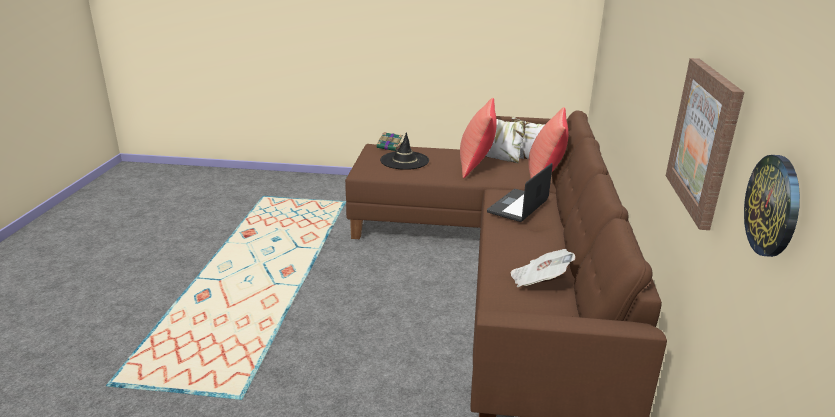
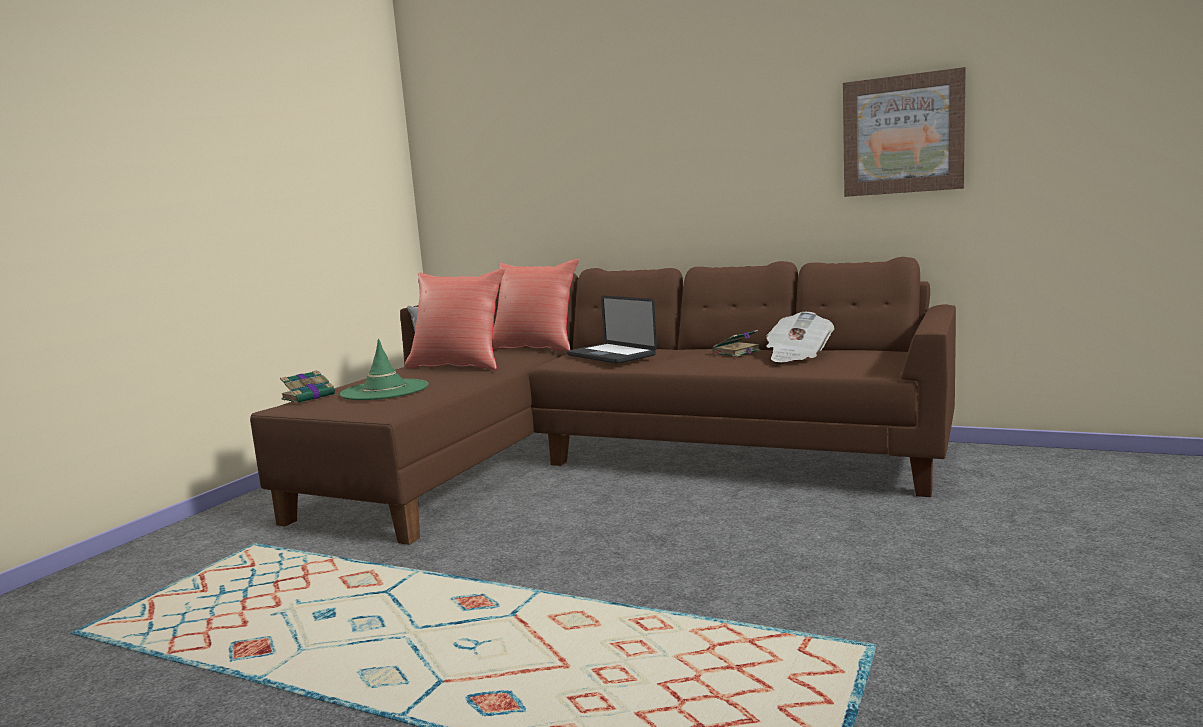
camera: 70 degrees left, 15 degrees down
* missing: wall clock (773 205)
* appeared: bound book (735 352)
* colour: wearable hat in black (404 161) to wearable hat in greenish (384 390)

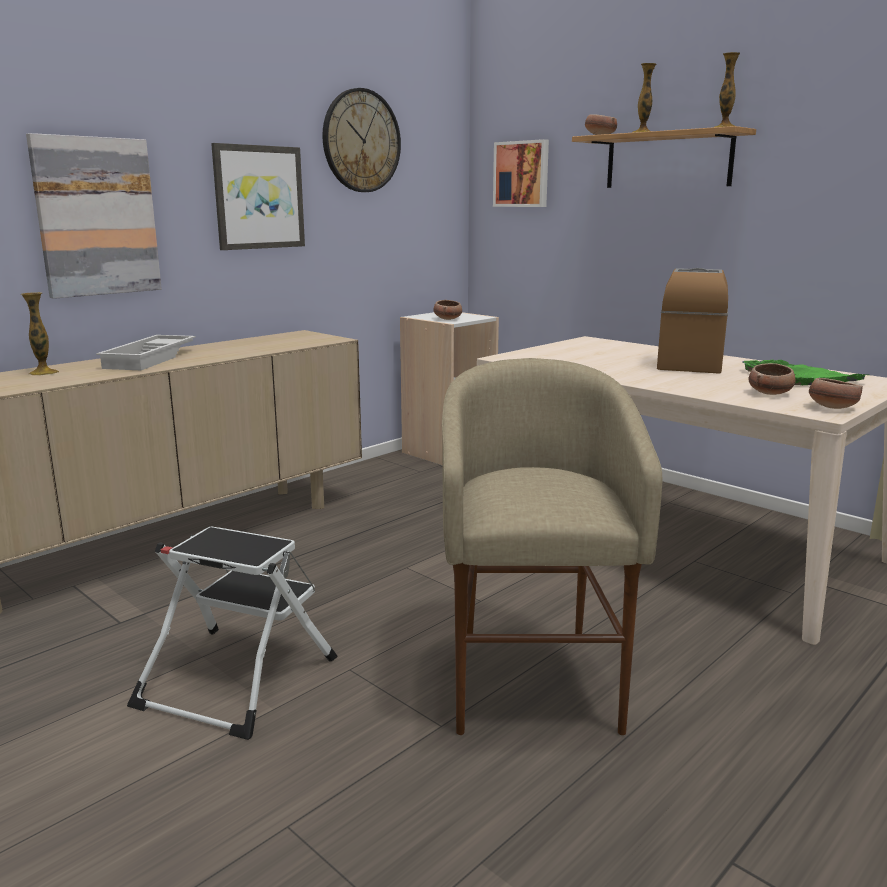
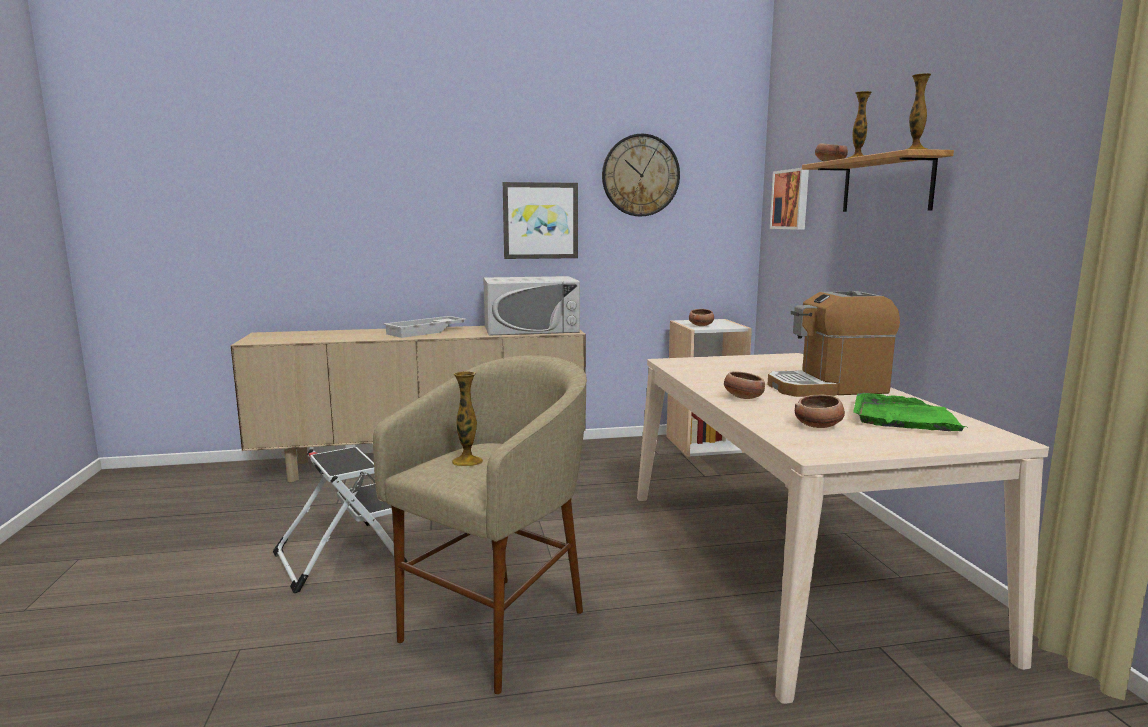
camera: 35 degrees right, 5 degrees down
* missing: wall art (96 217)
* appeared: kitchen microwave in white (531 329)
* relocated: vase (44 373) to (467 461)
* relocated: deep dish (831 407) to (743 397)
* spun: coffee maker (689 362) = (827 387) 150 degrees counterclockwise

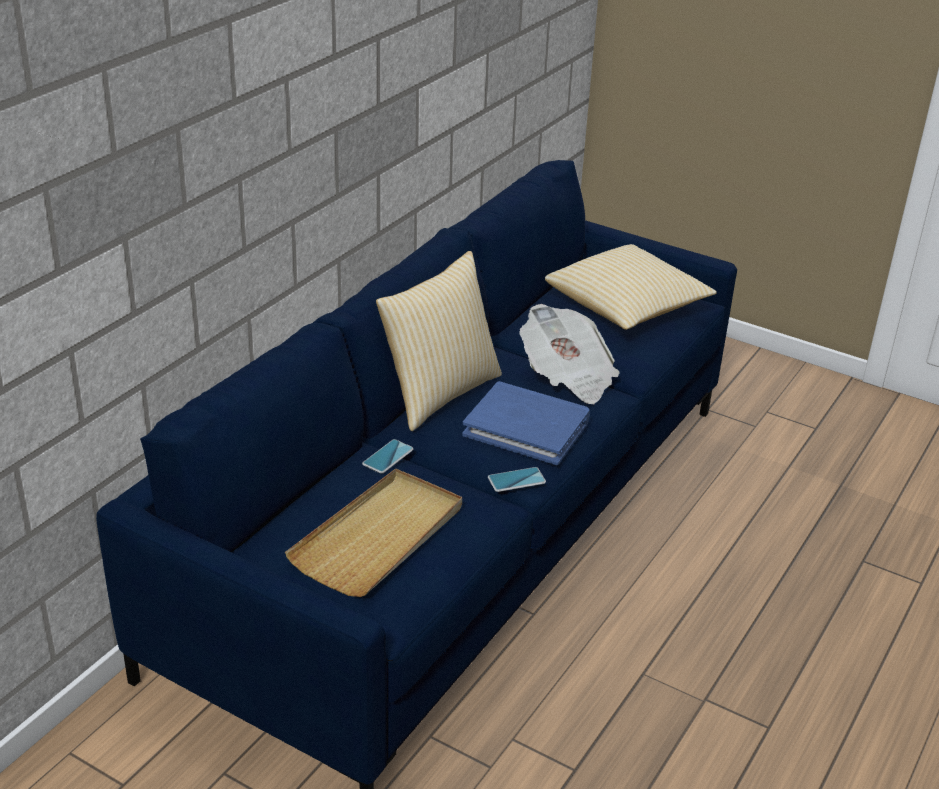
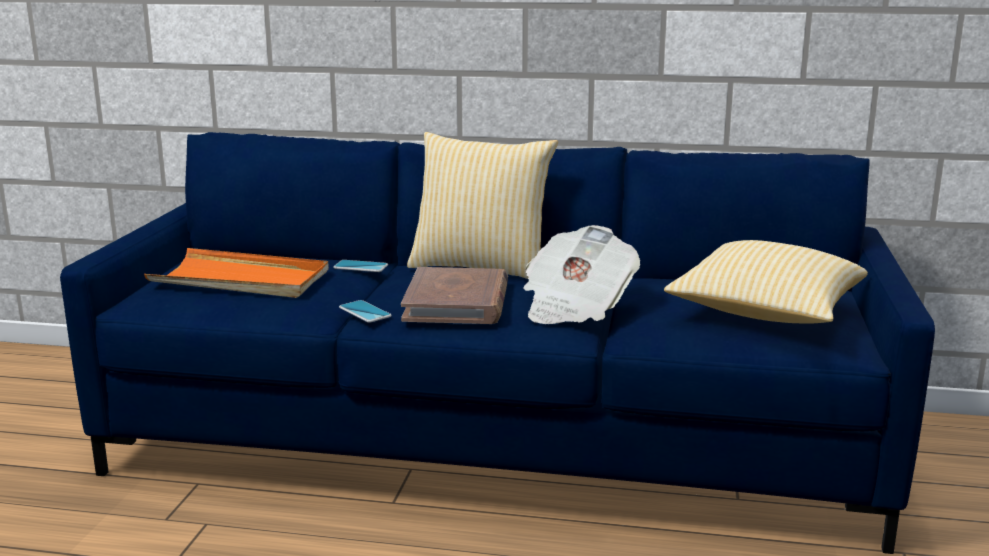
camera: 70 degrees right, 15 degrees down
* colour: carrying tray in beige (379 537) to carrying tray in orangey (241 280)
* colour: bound book in bluish (527 427) to bound book in brownish (457 302)

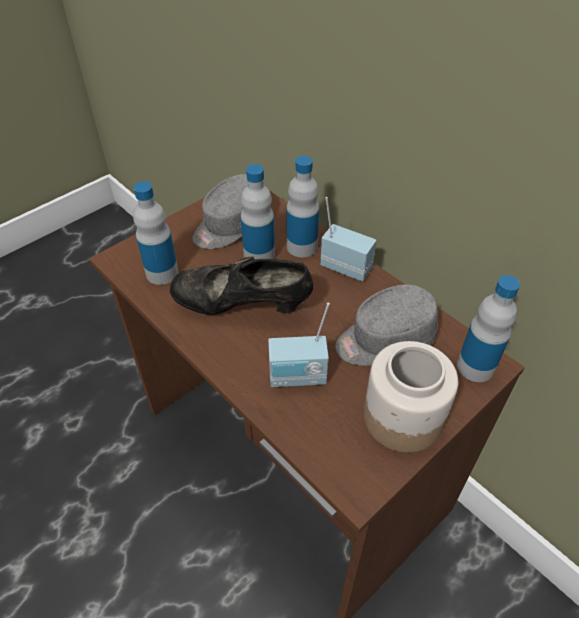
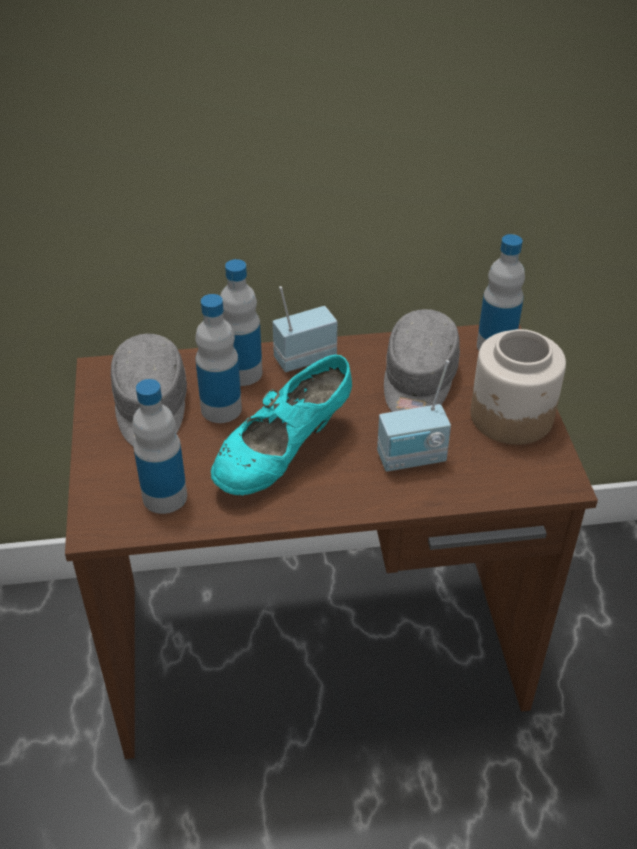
camera: 55 degrees left, 5 degrees down
* colour: low shoe in black (242 307) to low shoe in turquoise (283 456)
* spun: radio (298 378) = (412 460) 45 degrees clockwise

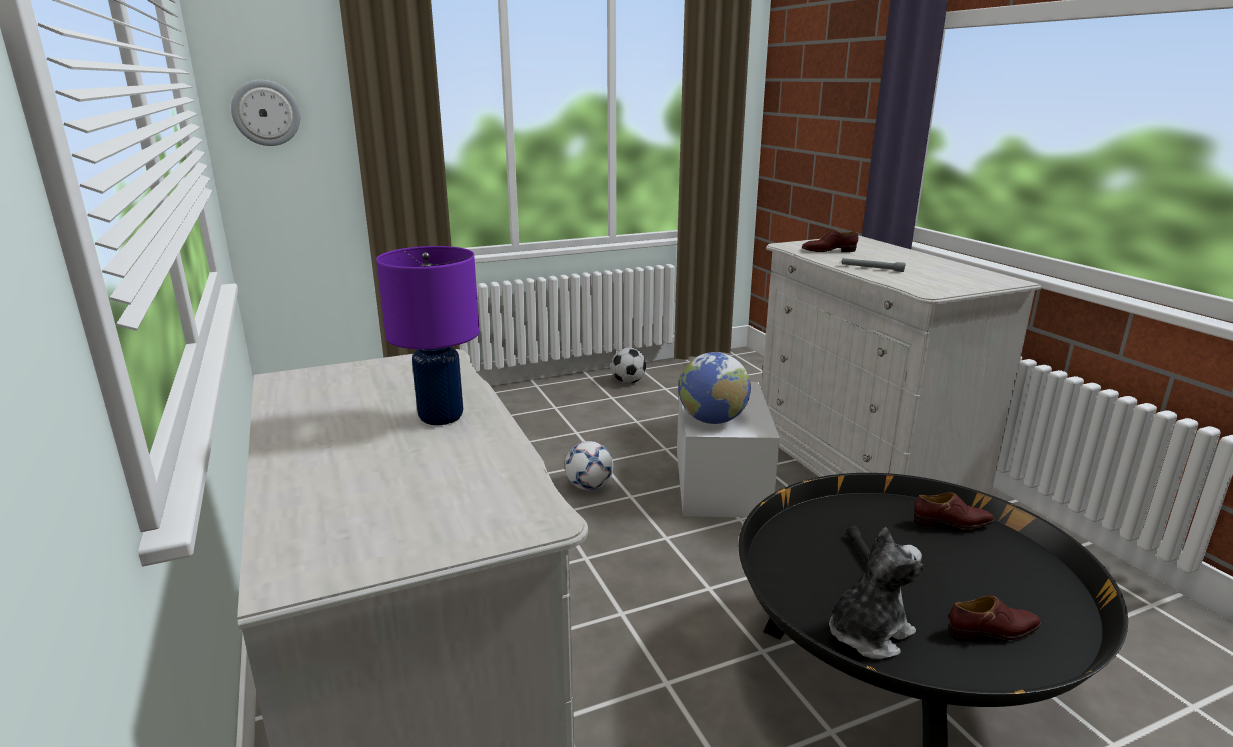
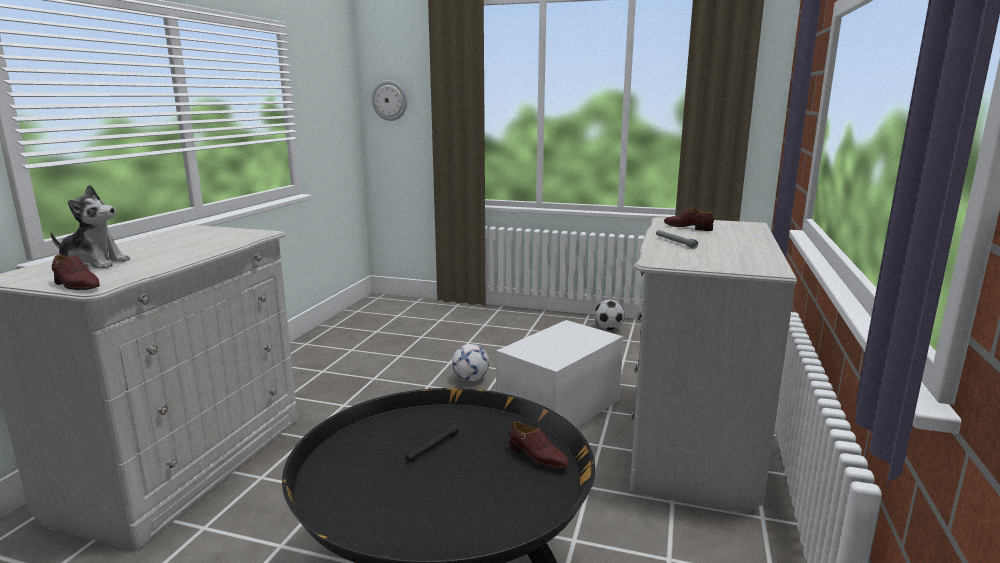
camera: 40 degrees right, 5 degrees down
* missing: table lamp in purple-coloured (438 418)
* missing: world globe (712 420)
* relocated: cuddly toy (867 633) to (93 263)
* relocated: low shoe in brownish (993 632) to (76 286)

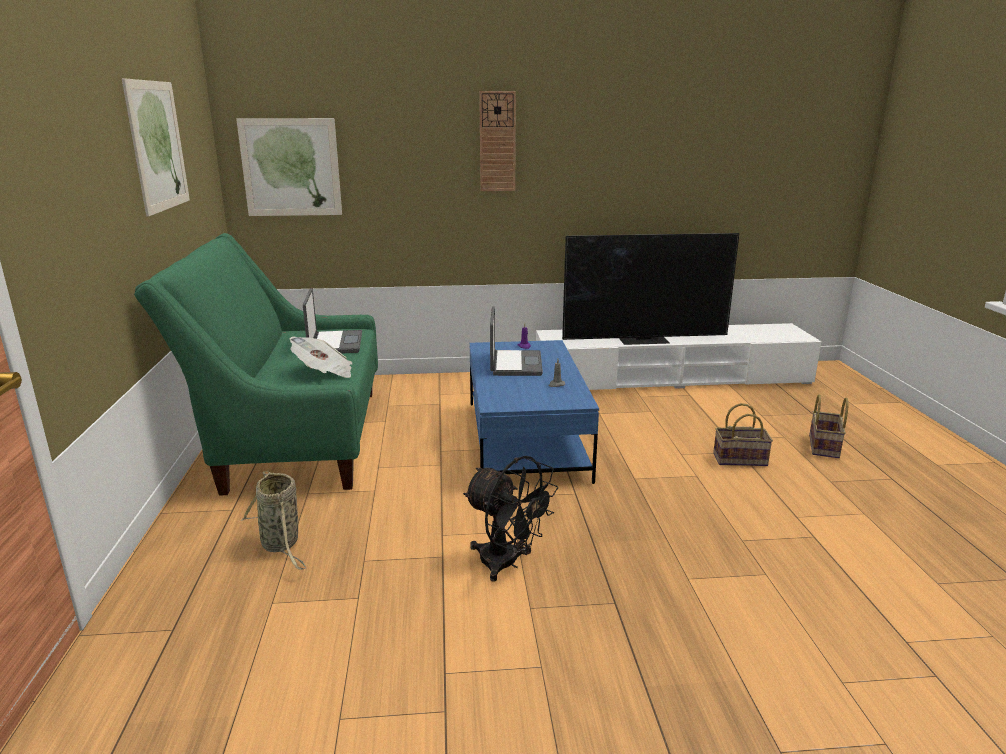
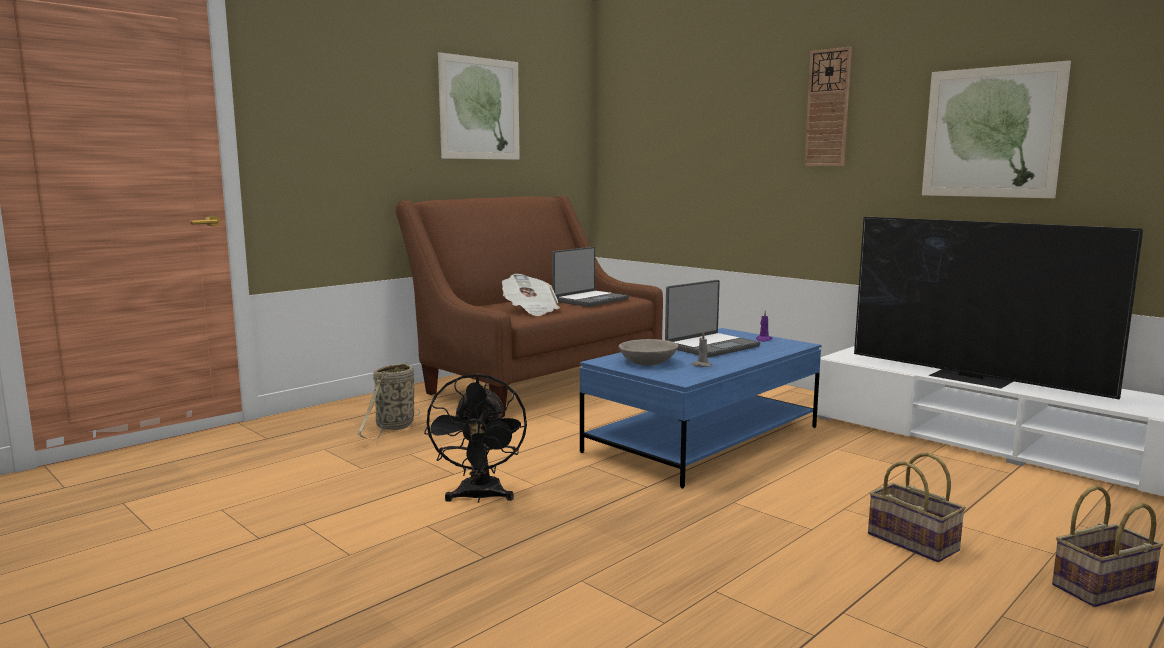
camera: 50 degrees right, 10 degrees down
* appeared: deep dish in greyish (648 362)
* relocated: wall art (291 167) to (991 132)
* colour: settee in greenish (292 438) to settee in brownish (536 381)

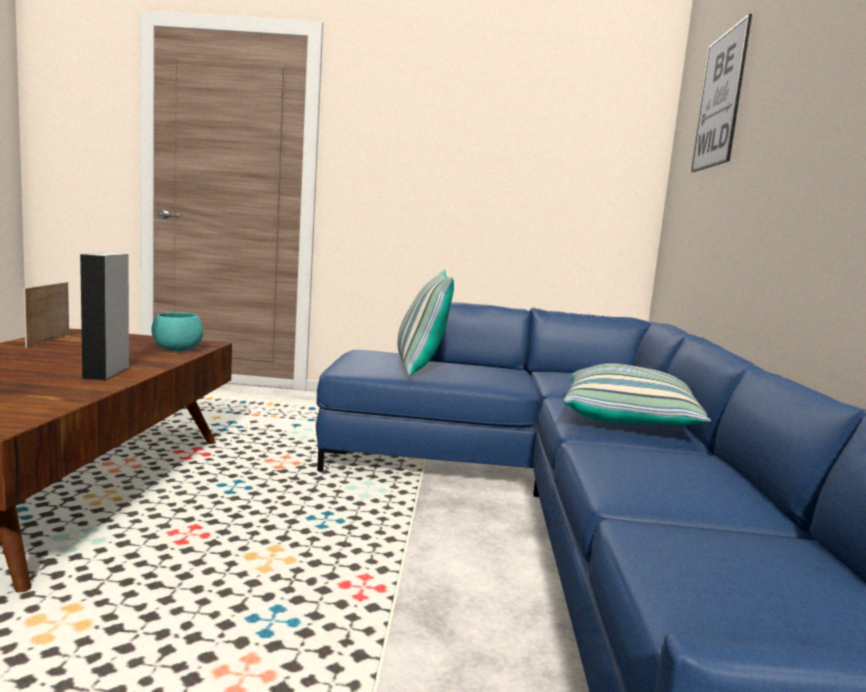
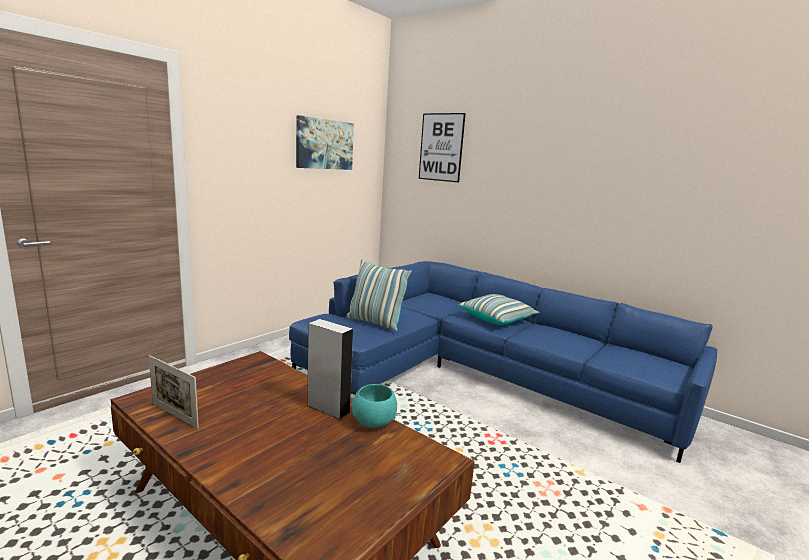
camera: 55 degrees left, 5 degrees up
* appeared: wall art (324 144)
* relocated: deep dish in turquoise (177 350) to (373 423)

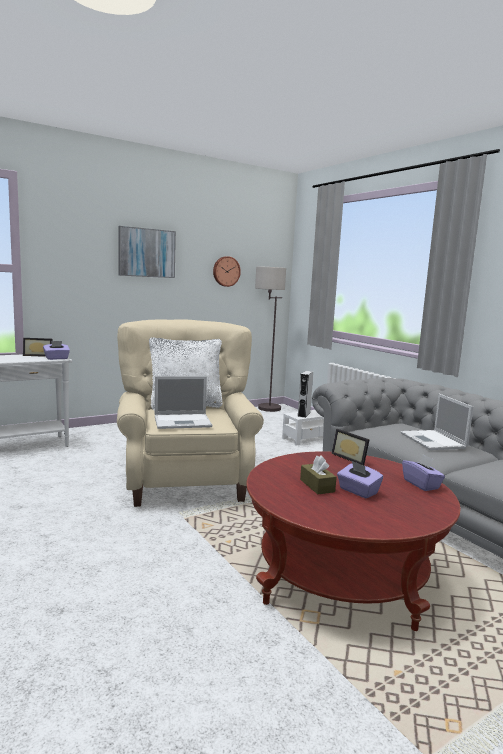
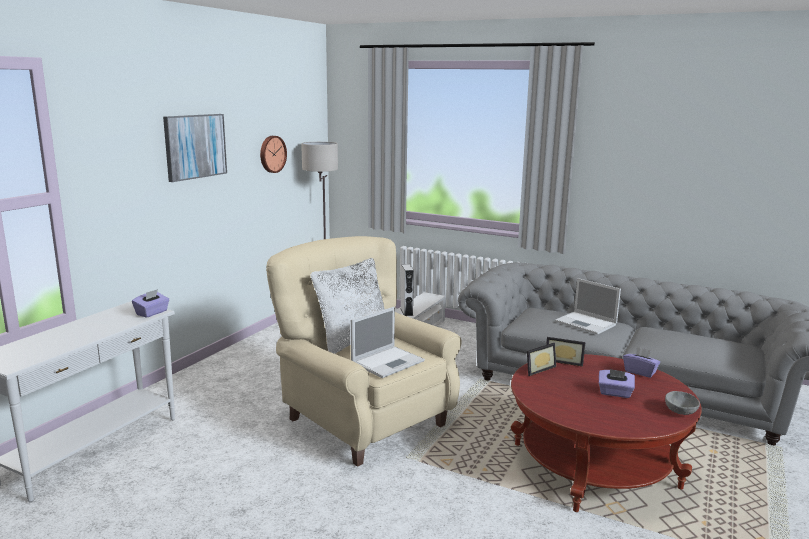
camera: 30 degrees left, 5 degrees up
* missing: box of tissues in brownish (317 486)
* appeared: deep dish in greyish (681 411)
* relocated: standing frame (38 355) to (537 369)

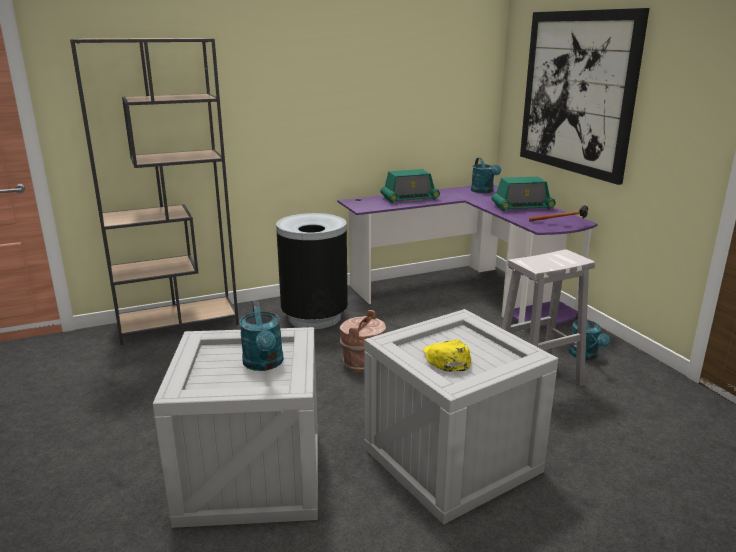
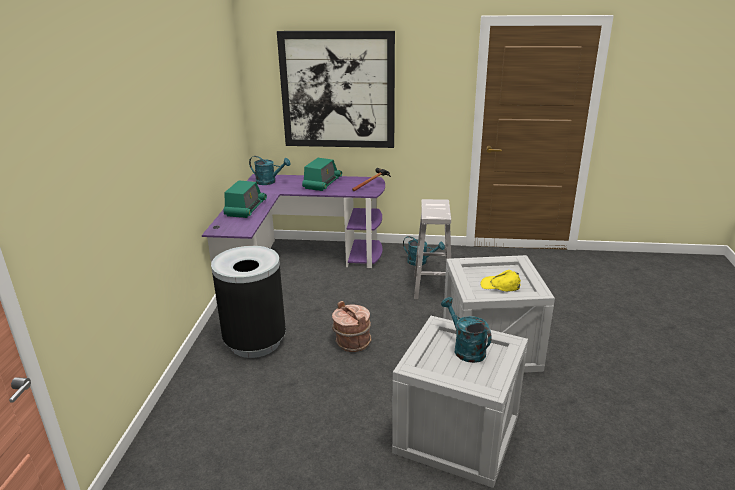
camera: 60 degrees left, 5 degrees up
* missing: bookshelf (179 323)
* spun: sprinkling can in turquoise (264 364) = (465 349) 135 degrees counterclockwise

